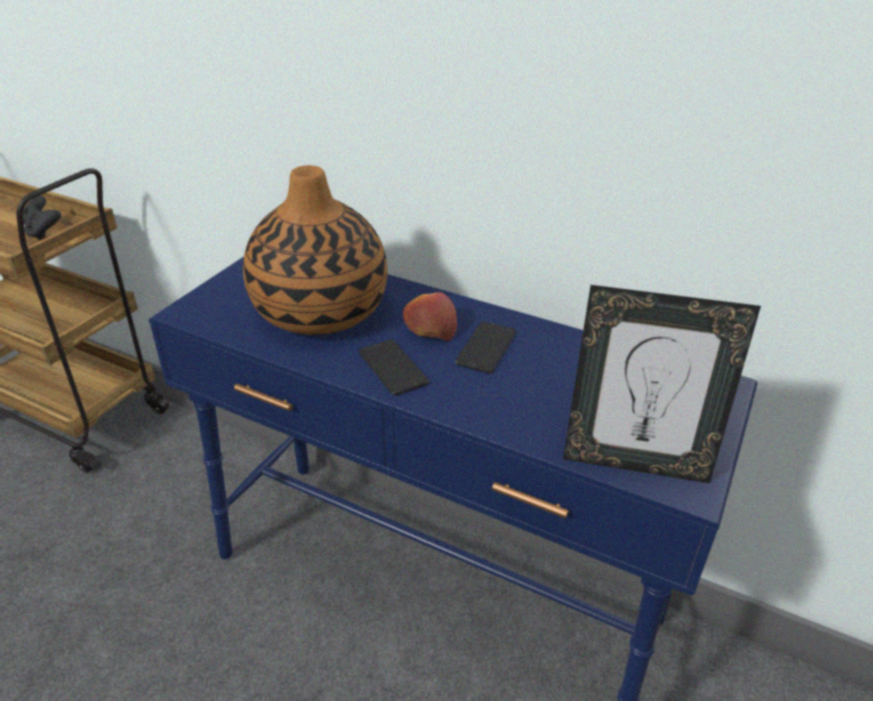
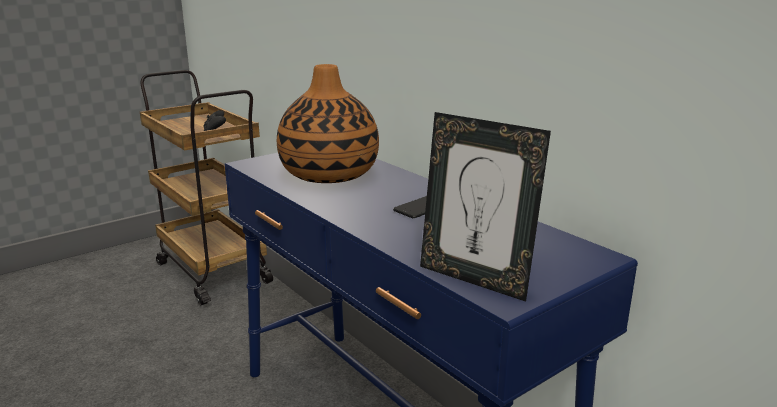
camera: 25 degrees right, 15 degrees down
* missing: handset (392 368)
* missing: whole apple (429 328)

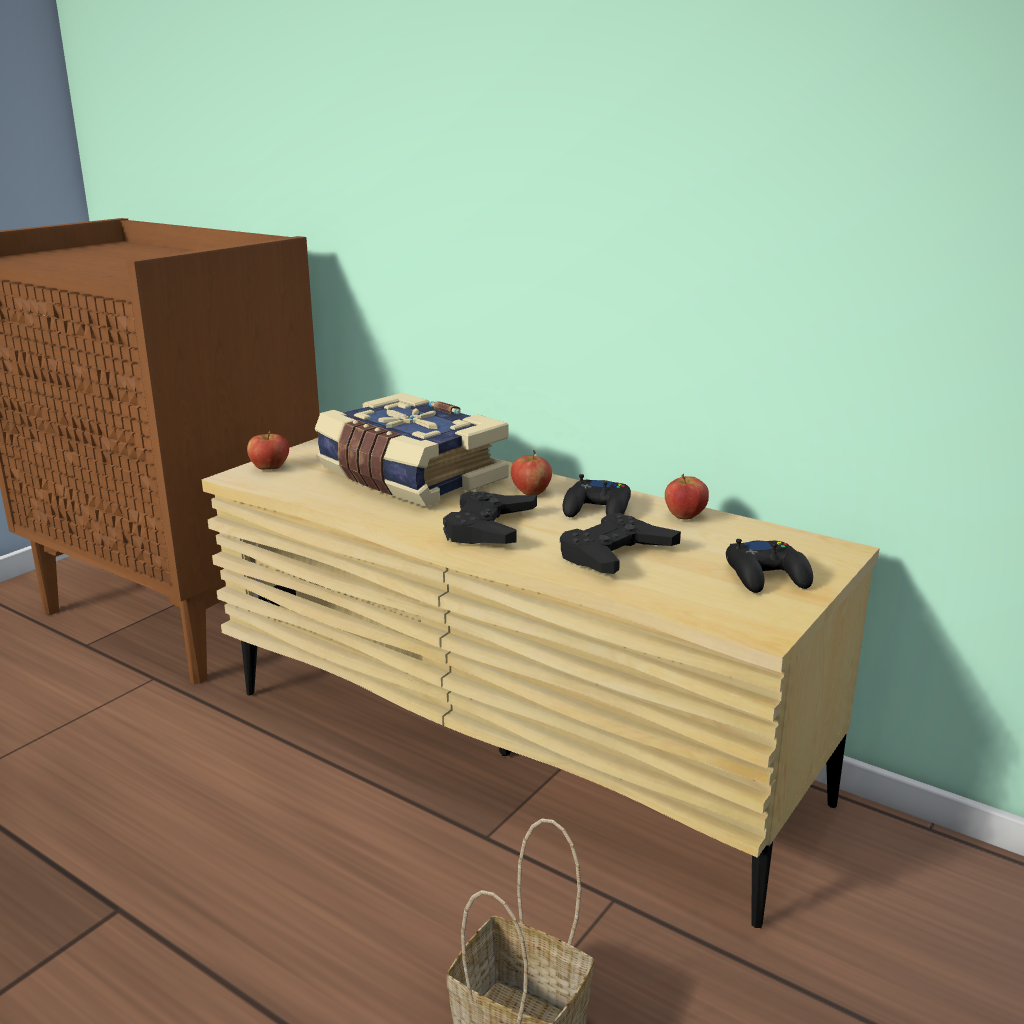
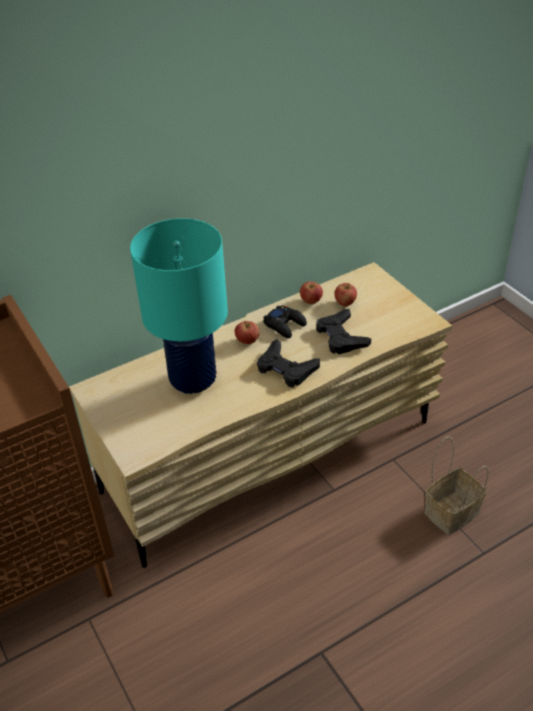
camera: 65 degrees left, 20 degrees up
* missing: joypad in black (767 576)
* relocated: whole apple (269 468) to (345 303)
* exchanged: bound book (409 478) to table lamp in turquoise (192 381)

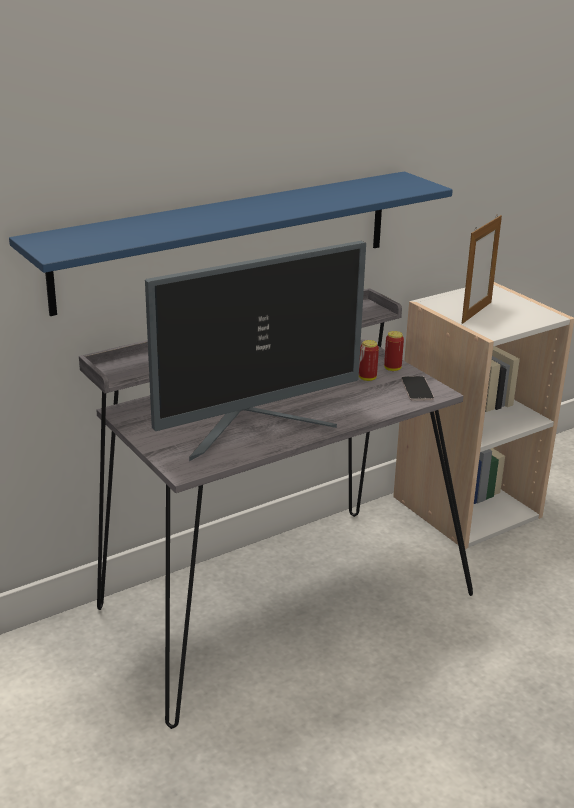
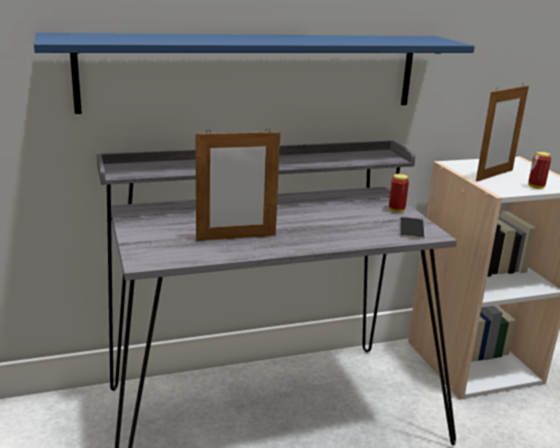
camera: 15 degrees right, 5 degrees down
* relocated: can (367 378) to (536 187)
* exchanged: computer screen (255 428) to standing frame (236 237)

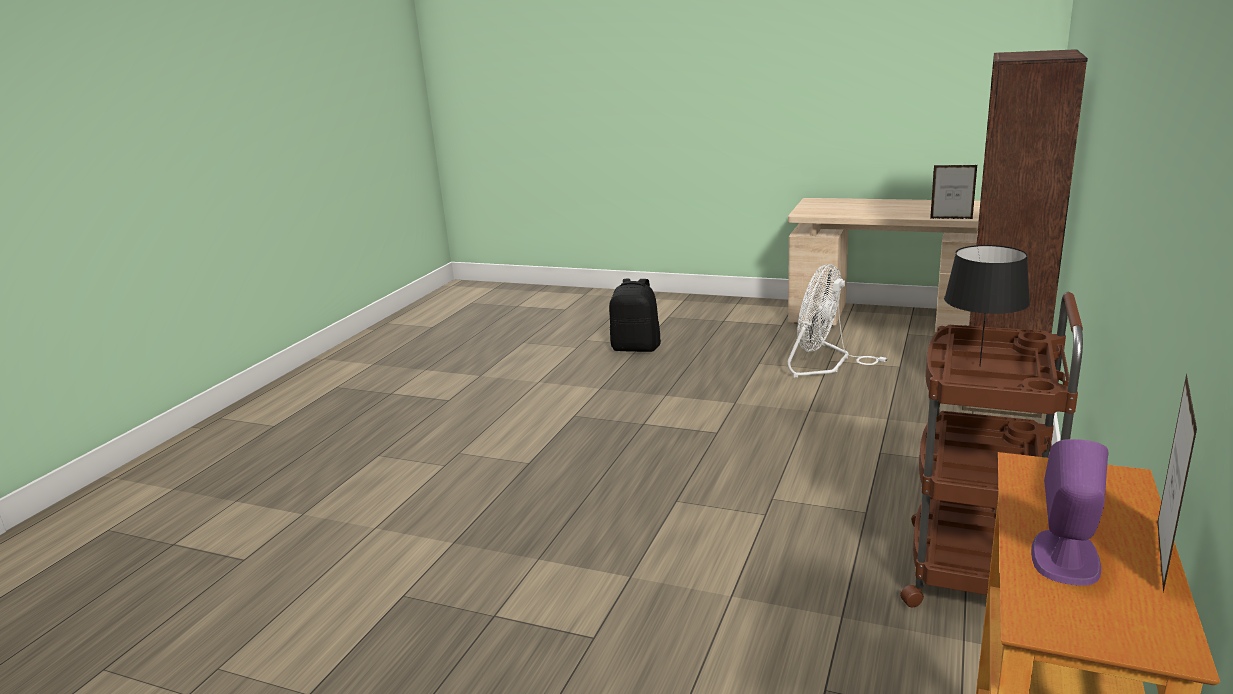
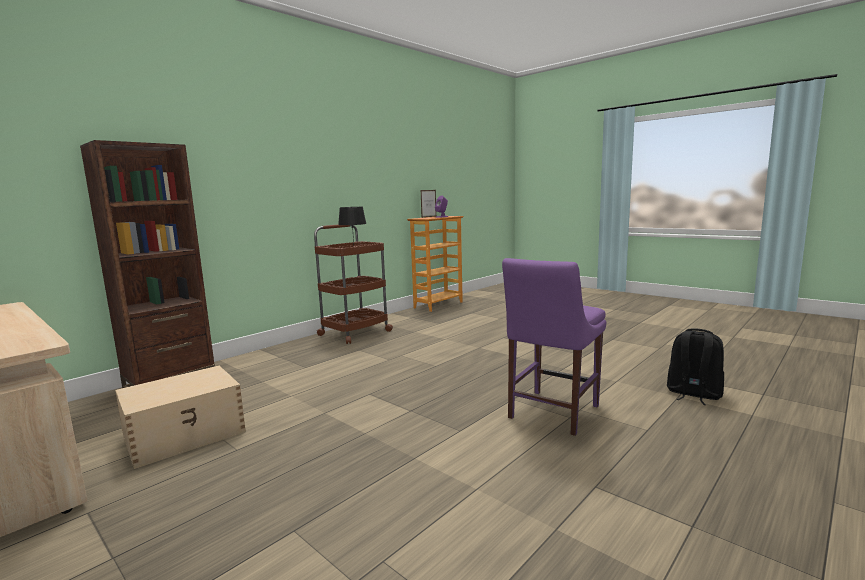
camera: 160 degrees left, 10 degrees down
* missing: standing frame (951 218)
* appeared: chair in purple-coloured (551 413)
* relocated: backpack in black (636 348) to (693 394)
* exchanged: cooling fan in white (828 361) to storage bin in beige (186 434)

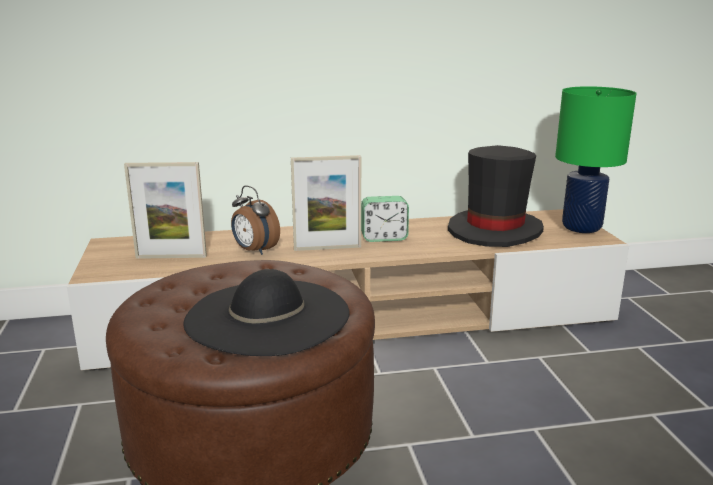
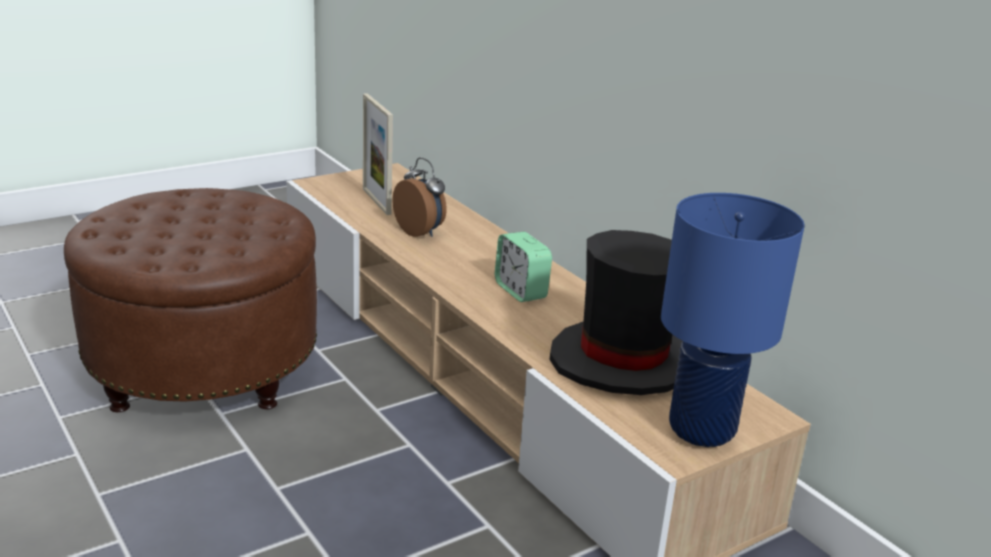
camera: 65 degrees right, 5 degrees up
* missing: wearable hat in black (267 316)
* missing: standing frame (327 248)
* colour: table lamp in greenish (582 229) to table lamp in bluish (701 435)
* spun: bedside clock (254 251) = (421 232) 120 degrees clockwise

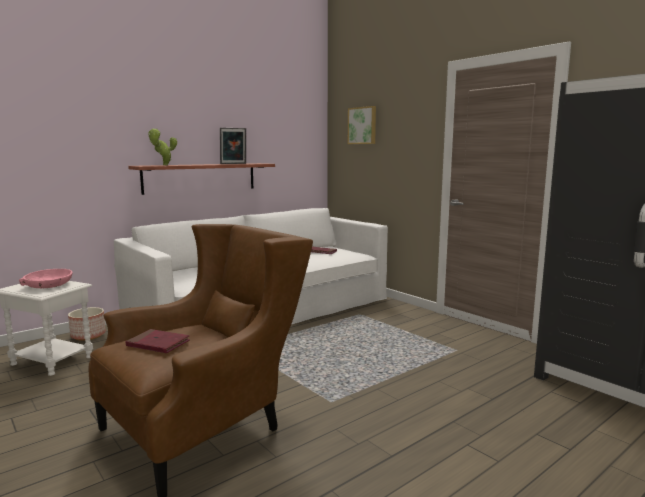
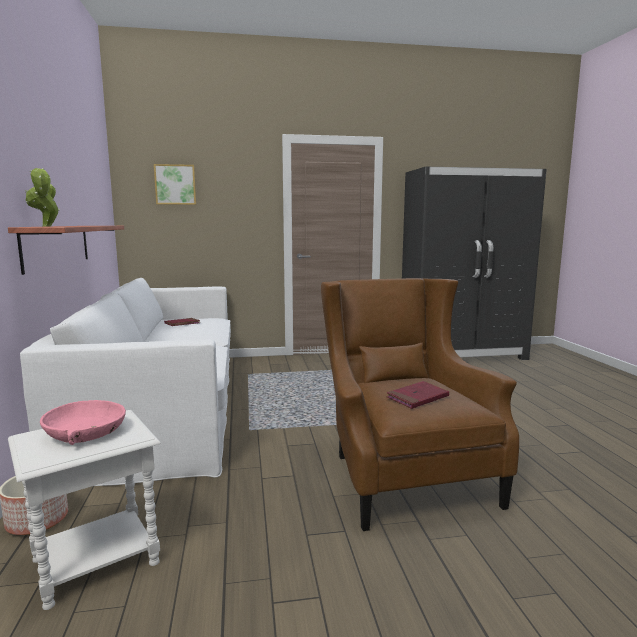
camera: 60 degrees left, 0 degrees up
* missing: standing frame (233 163)

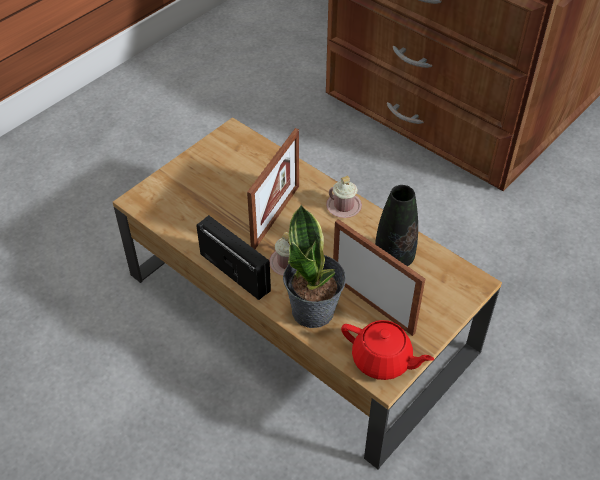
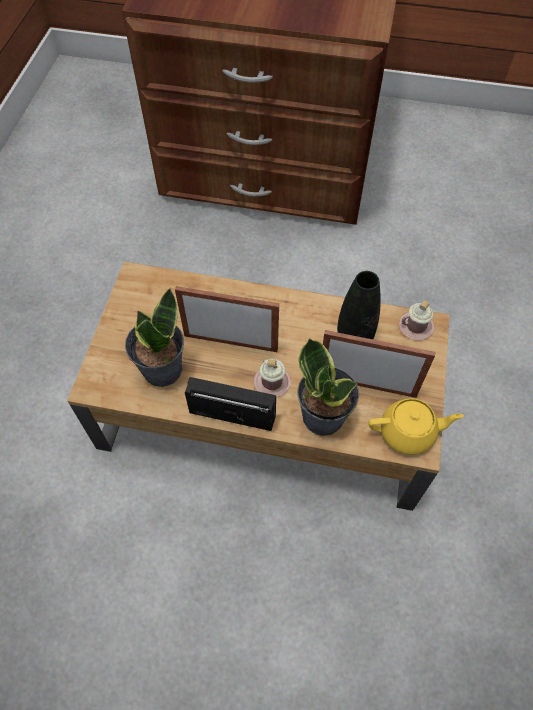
camera: 30 degrees left, 10 degrees up
* appeared: potted plant (161 369)
* relocated: mug in pinkish (343 206) to (416 326)
* colour: teapot in red (382 360) to teapot in yellow (408 432)
* spun: standing frame (275 216) = (230 342) 75 degrees counterclockwise

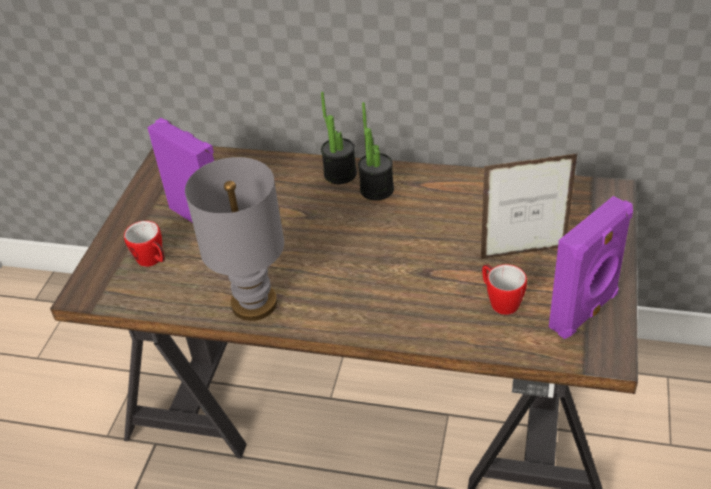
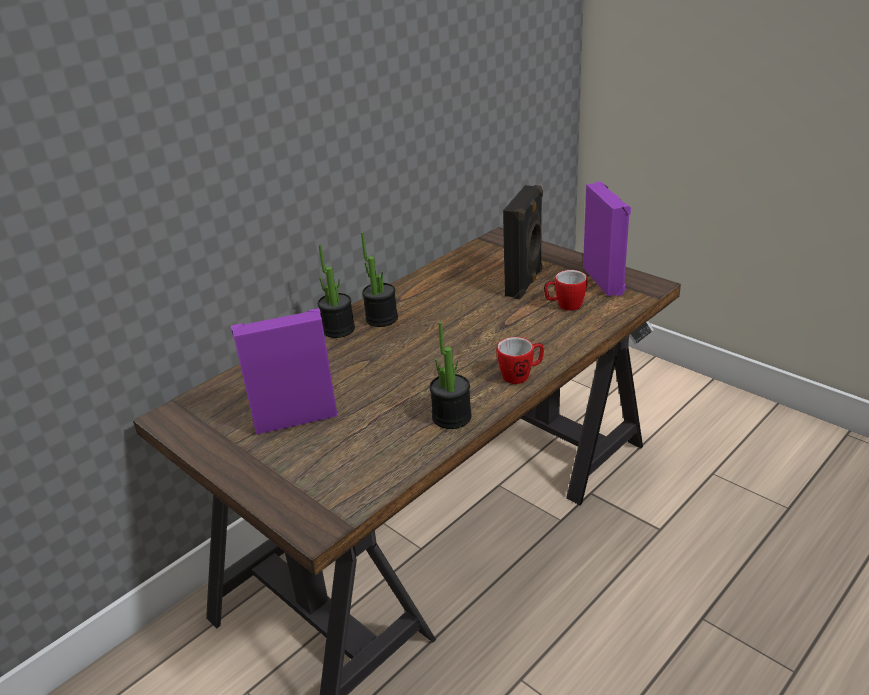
camera: 60 degrees left, 10 degrees down
* relocated: mug (153 260) to (521 375)
* exchanged: table lamp in greyish (253 303) to potted plant (451 417)
* exchanged: standing frame (523 253) to audio speaker in black (525 283)

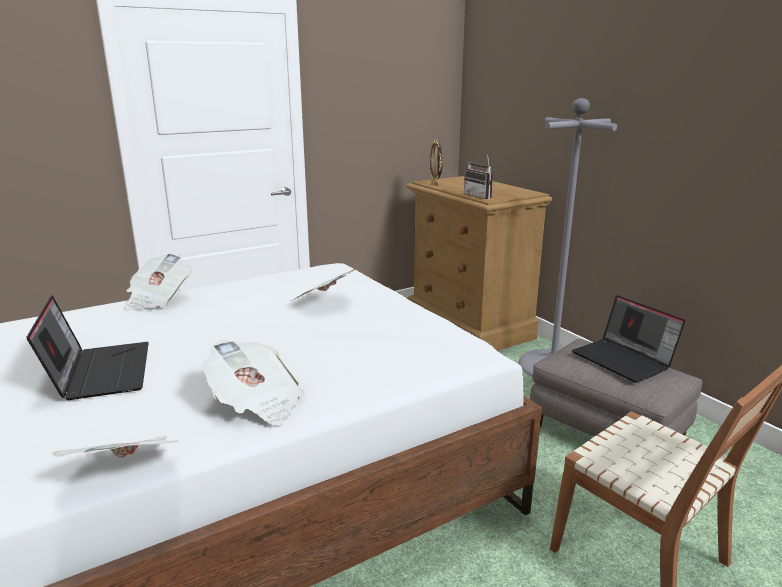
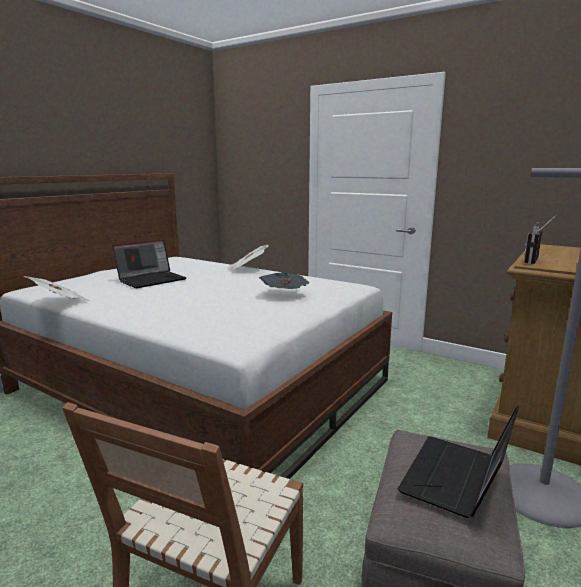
camera: 65 degrees right, 5 degrees down
* missing: newspaper (257 403)
* missing: standing frame (435 184)

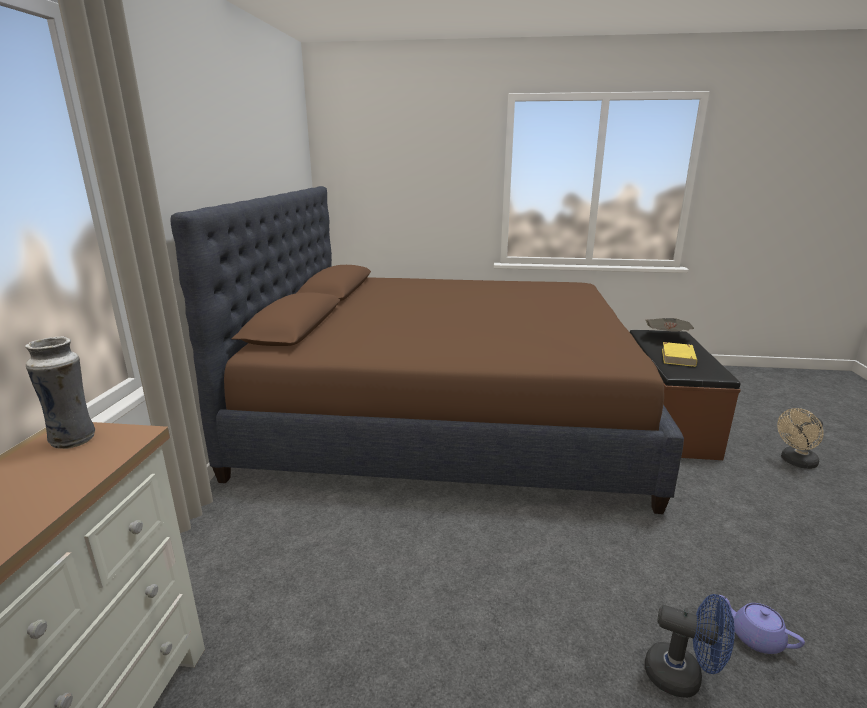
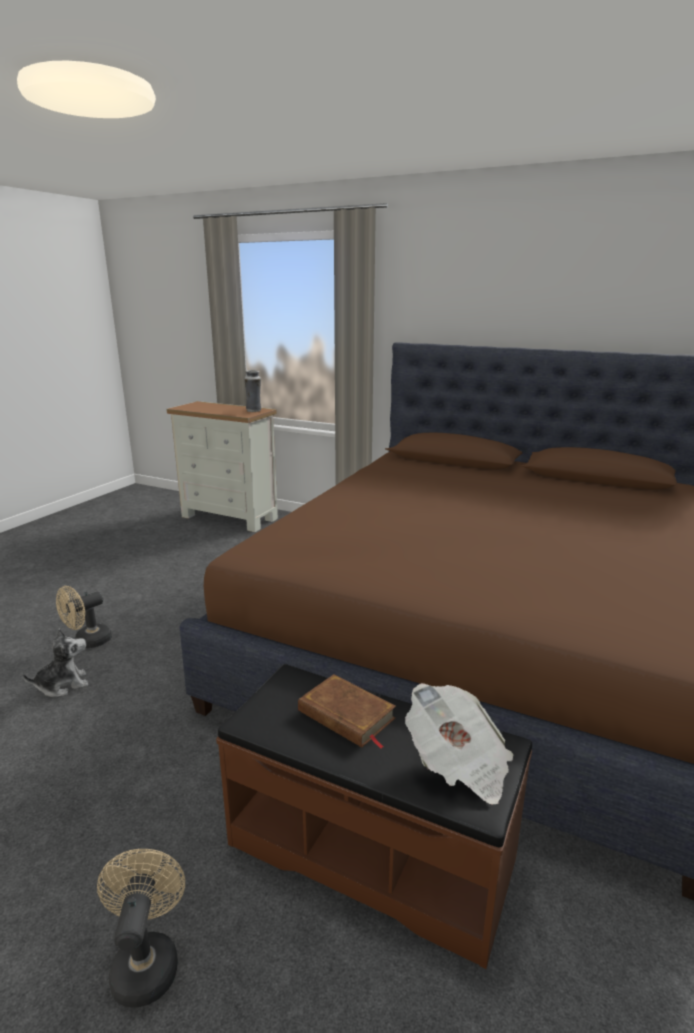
camera: 110 degrees right, 0 degrees up
* exchanged: teapot in purple-coloured (755 637) to cuddly toy (63 685)
* colour: cooling fan in bluish (682 677) to cooling fan in beige (88 642)
* colour: bound book in yellow (678 357) to bound book in brownish (346 715)

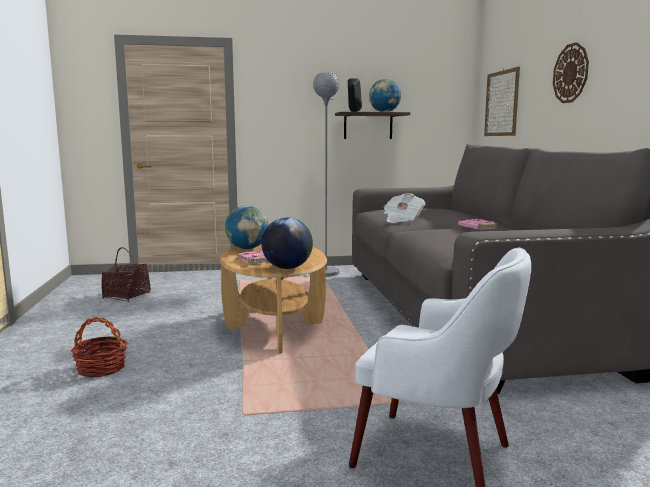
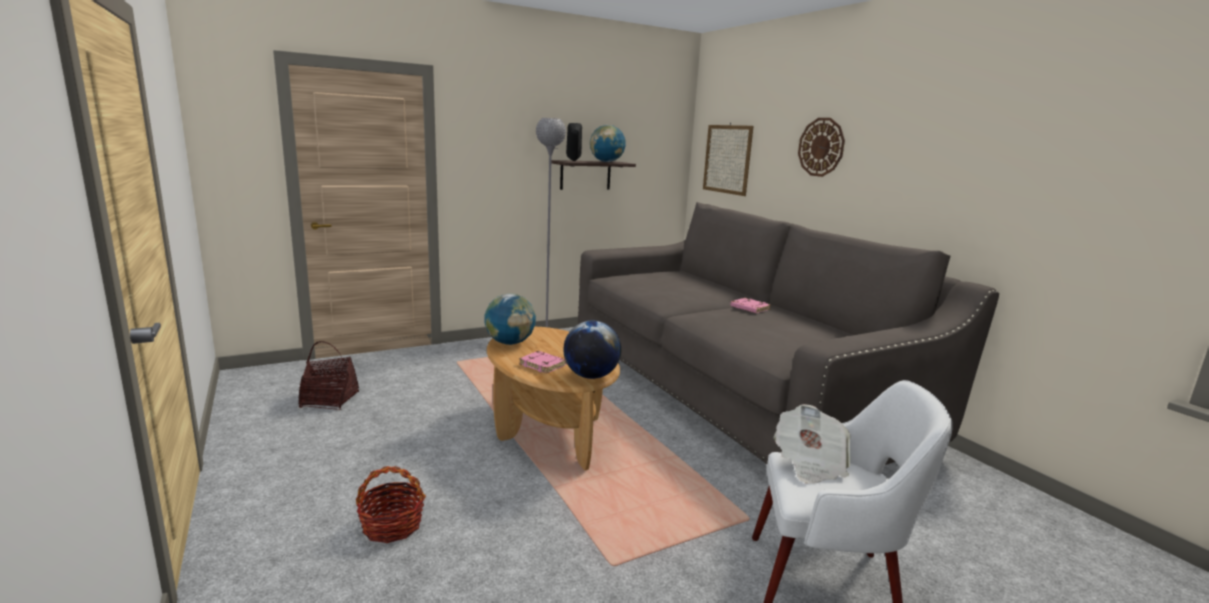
camera: 20 degrees left, 5 degrees up
* relocated: newspaper (402 220) to (809 463)

